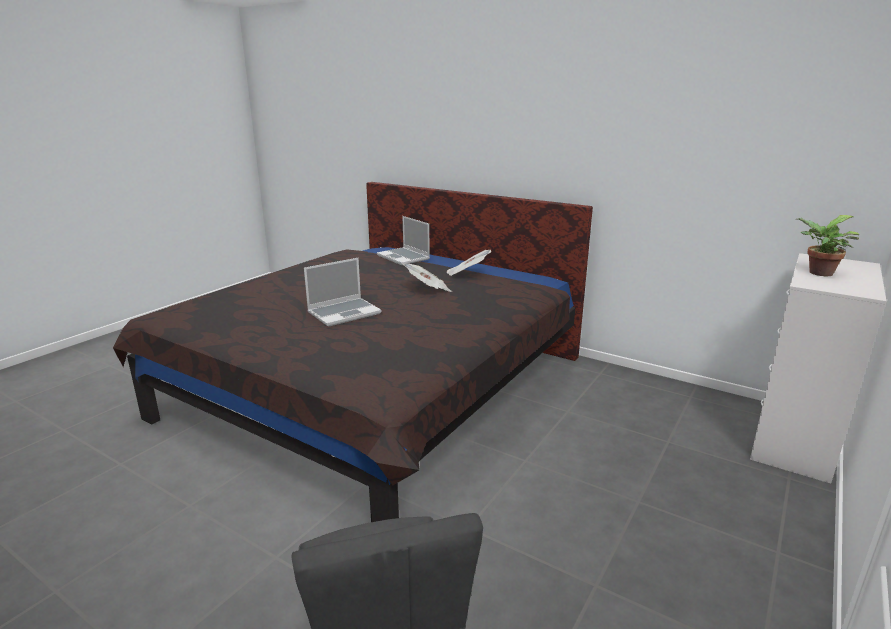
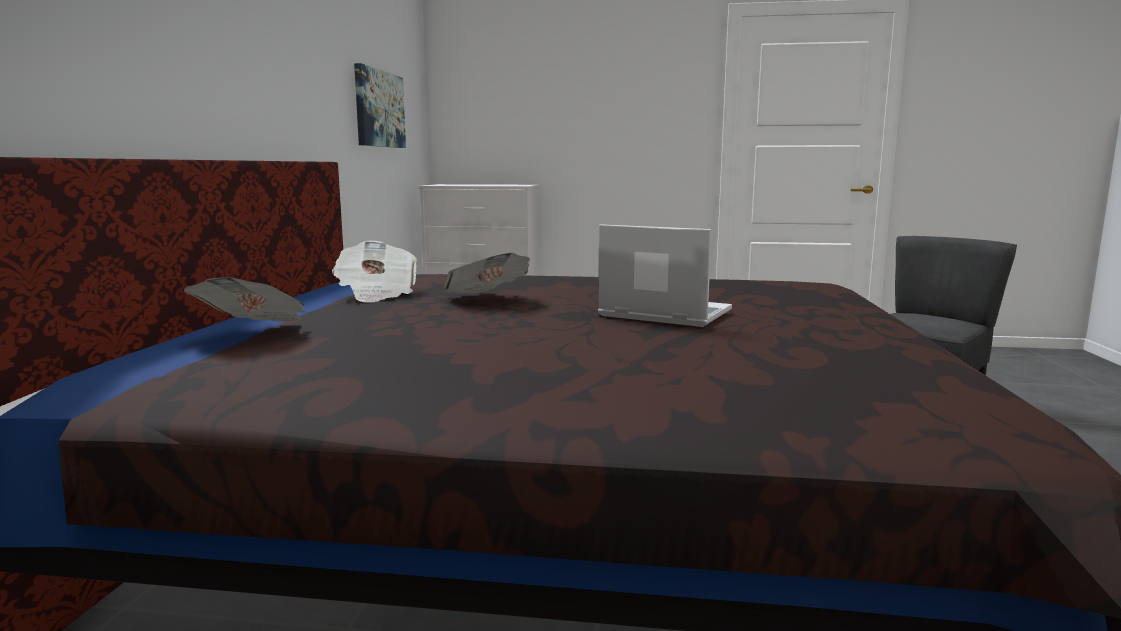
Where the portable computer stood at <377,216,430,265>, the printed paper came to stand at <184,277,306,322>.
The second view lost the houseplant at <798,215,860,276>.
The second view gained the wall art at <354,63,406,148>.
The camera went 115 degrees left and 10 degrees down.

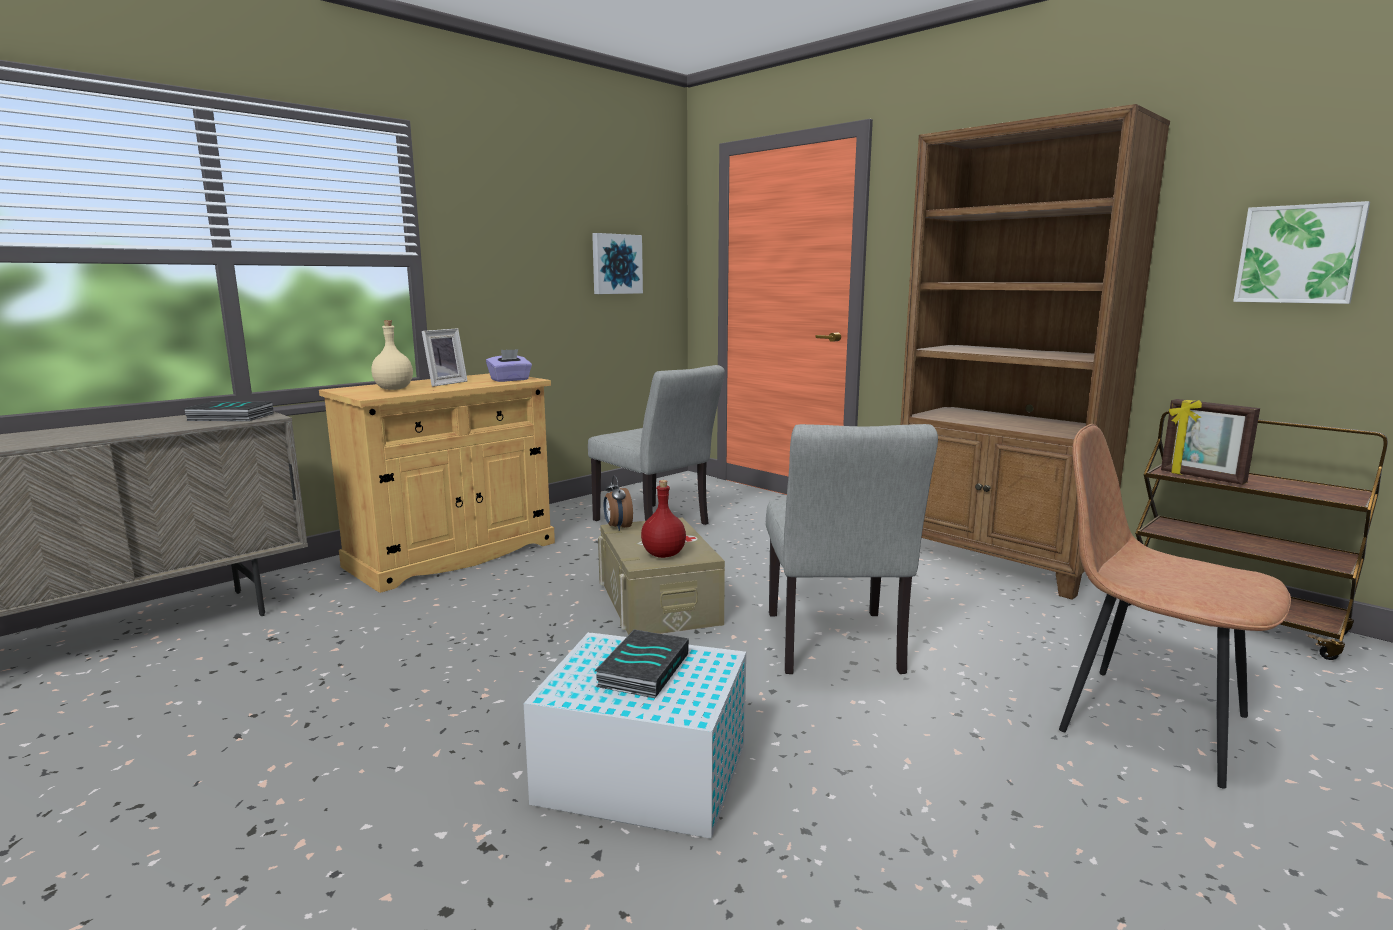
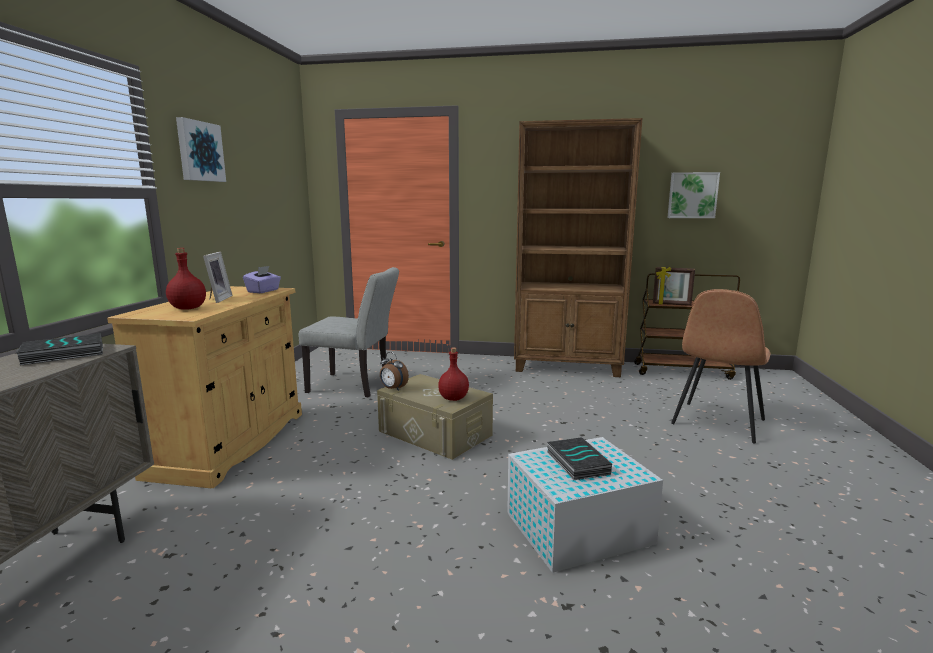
What was the bottle (beige-coloured) at <371,320,413,390> turned into the bottle (reddish) at <166,248,206,310>.
The wall art ended up elsewhere, having gone from <592,233,643,294> to <176,117,226,182>.
The second view lost the upright chair (grey) at <766,424,938,674>.
The upright chair (brown-coloured) at <1059,424,1291,789> ended up facing another way, 60 degrees counterclockwise from before.
The camera went 35 degrees left and 0 degrees up.

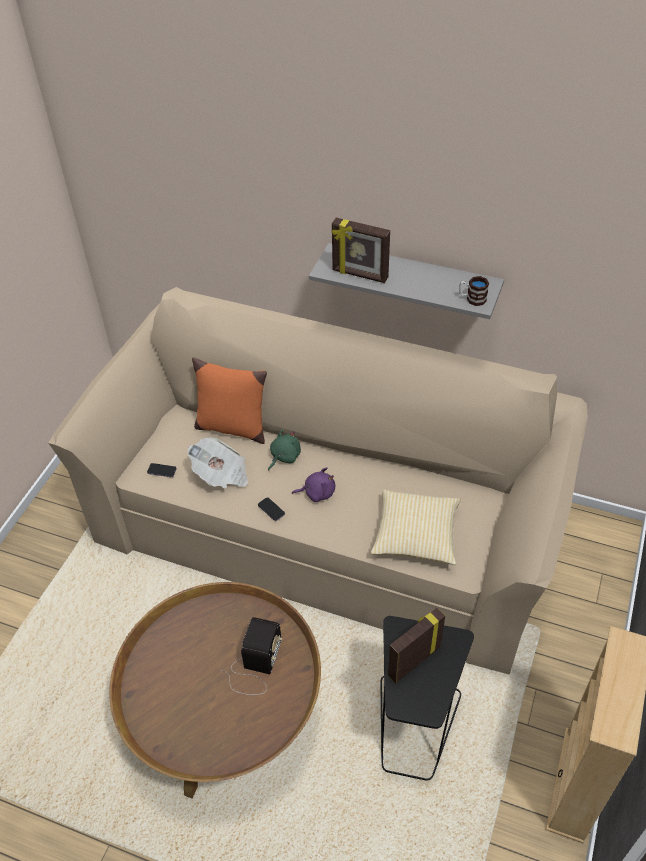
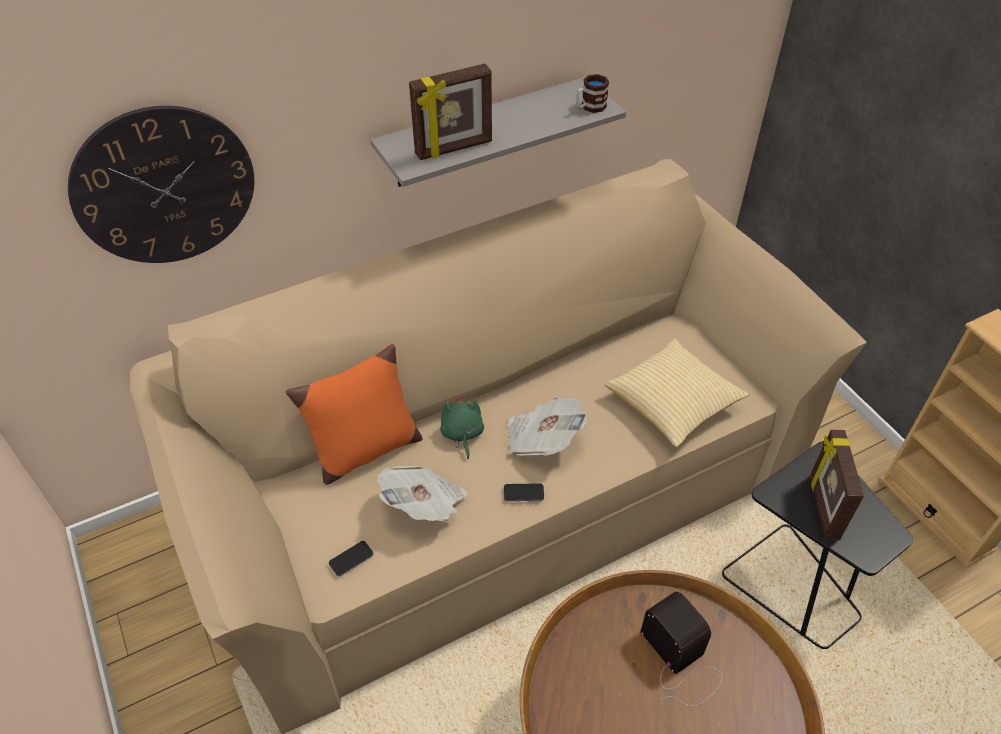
Where the plush toy (purple-coloured) stood at <292,467,335,502>, the printed paper came to stand at <508,397,587,456>.
The second view gained the hanging clock at <68,106,254,263>.
The camera went 50 degrees left and 0 degrees up.

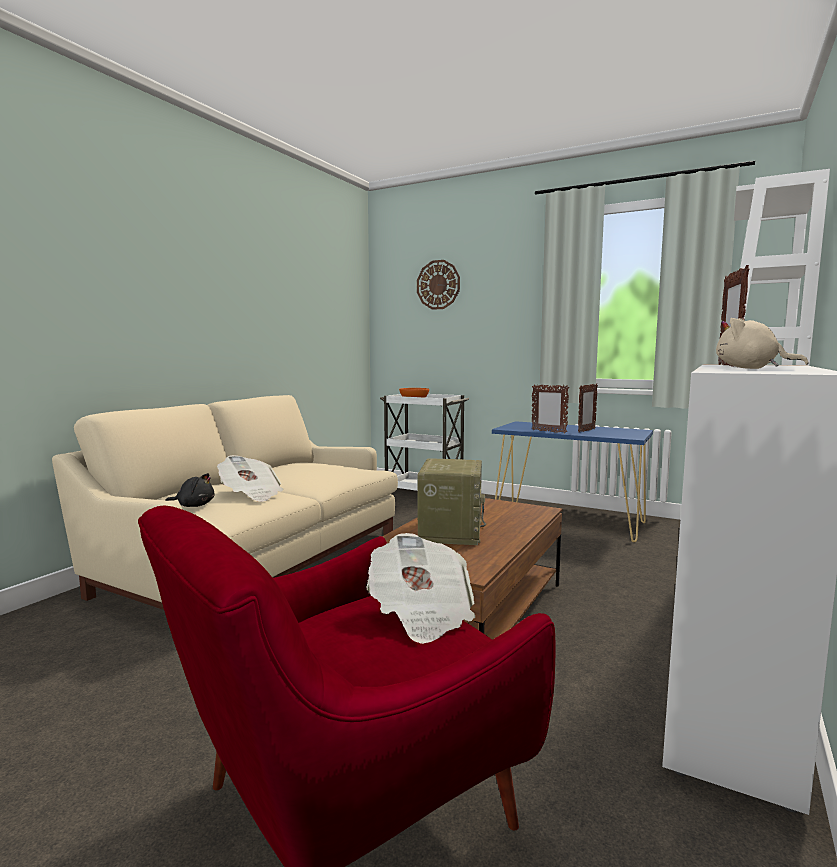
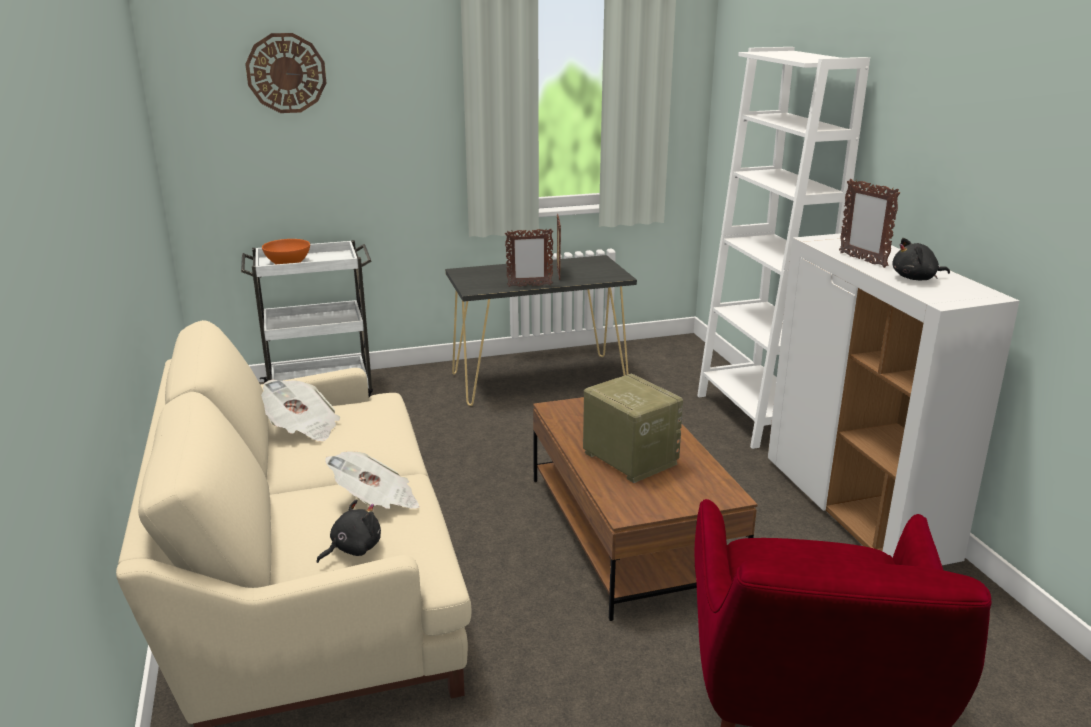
The printed paper ended up elsewhere, having gone from <366,533,475,644> to <261,380,341,441>.
What was the narrow table (blue) at <492,421,653,542> turned into the narrow table (blackish) at <445,255,637,406>.
What was the plush toy (beige-coloured) at <716,318,808,369> turned into the plush toy (blackish) at <893,238,950,280>.
The camera went 45 degrees left and 15 degrees up.

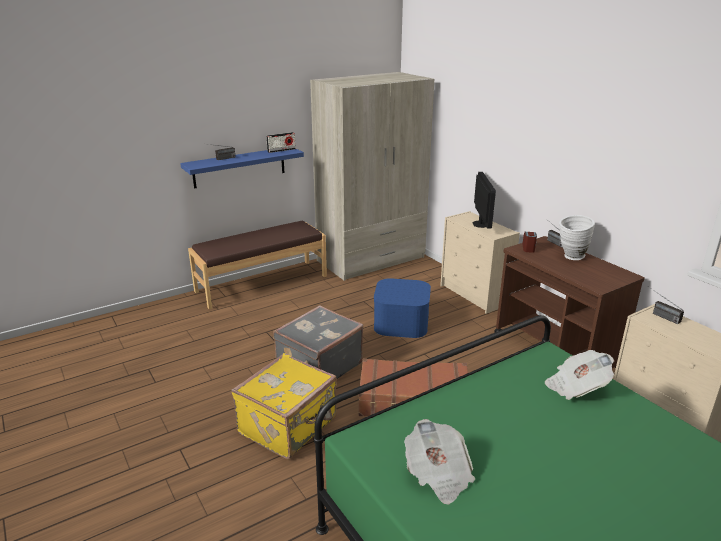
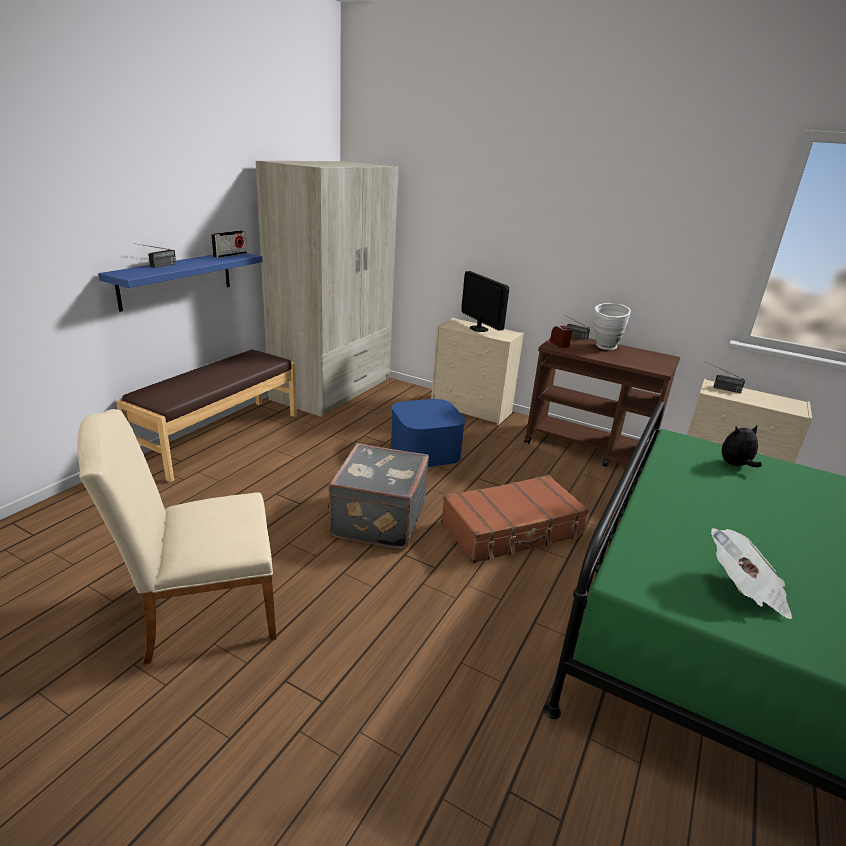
The second view lost the suitcase (yellow-coloured) at <231,353,337,459>.
Where the printed paper stood at <545,350,614,400>, the plush toy came to stand at <721,426,762,468>.
The second view gained the upright chair (beige-coloured) at <77,409,276,664>.
The camera went 30 degrees left and 0 degrees up.

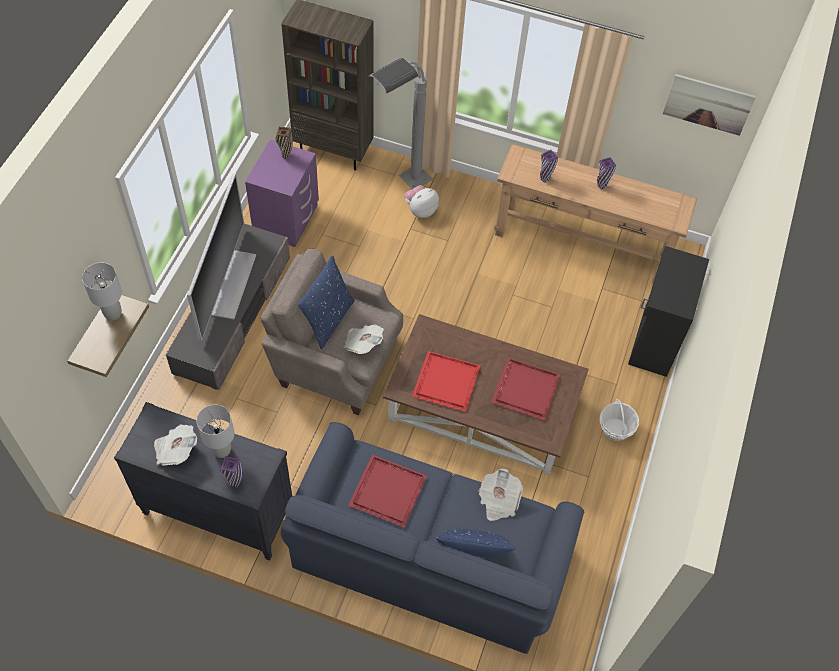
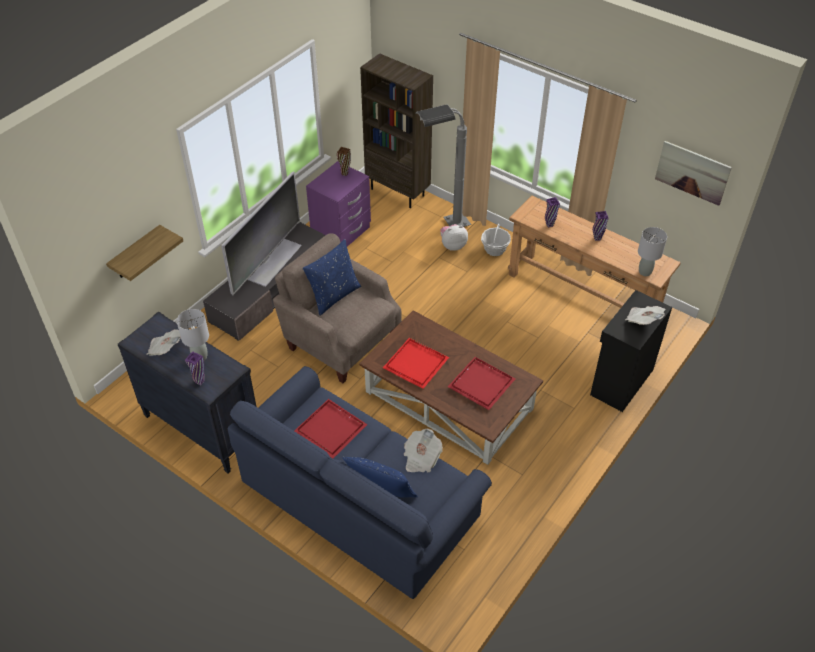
The lamp for a table (grey) ended up elsewhere, having gone from <82,262,122,320> to <638,227,667,276>.
The printed paper ended up elsewhere, having gone from <343,324,384,354> to <625,306,666,325>.
The storage basket ended up elsewhere, having gone from <600,399,639,441> to <481,224,511,256>.
The camera went 20 degrees right and 10 degrees down.

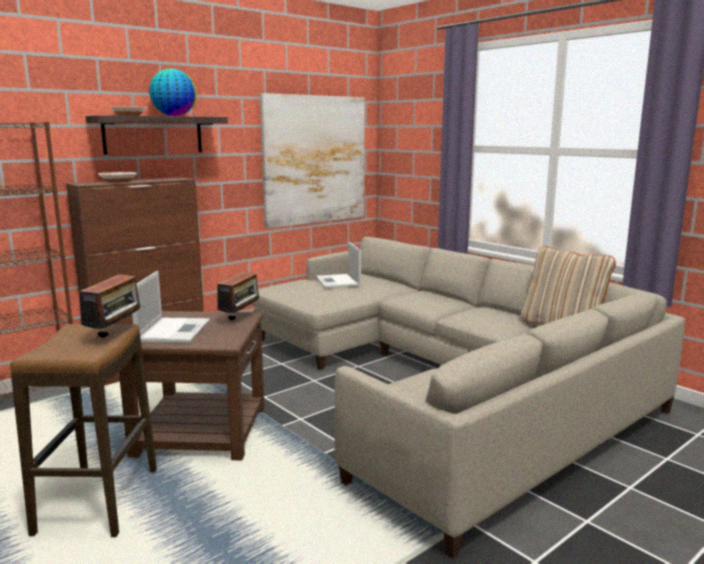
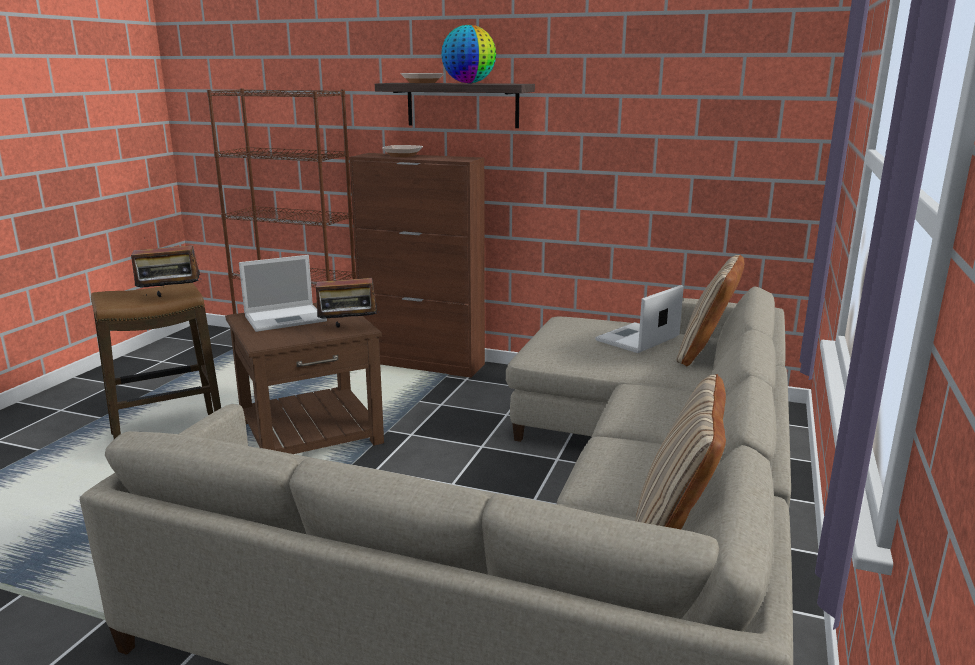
The second view lost the wall art at <260,93,365,228>.
The second view gained the pillow (beige-coloured) at <676,255,744,366>.
The camera went 60 degrees right and 5 degrees up.

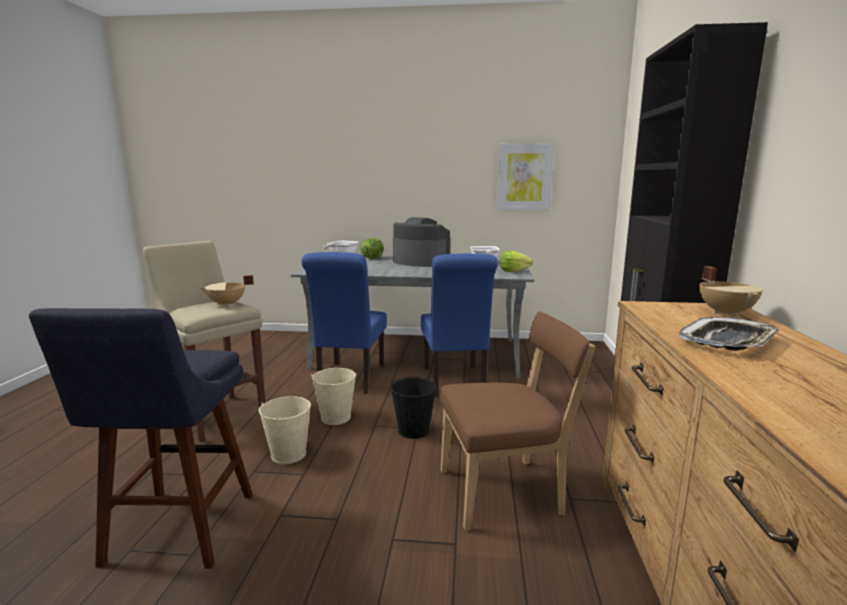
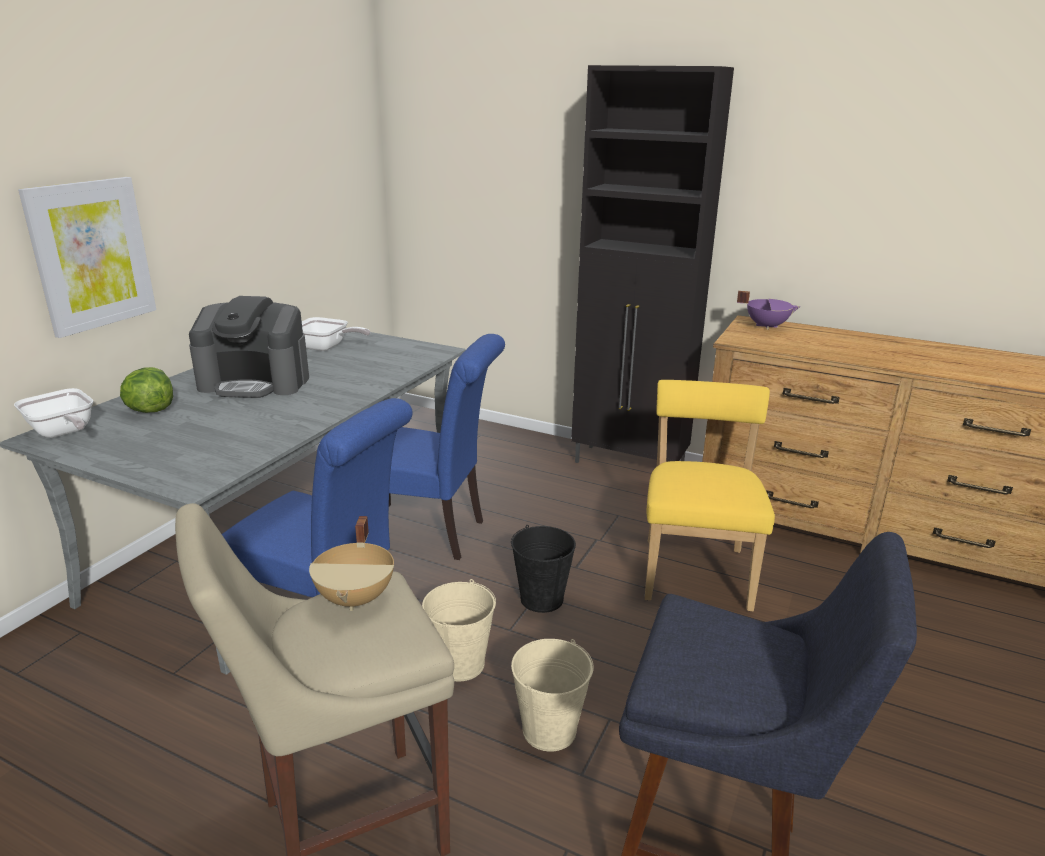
The coffee machine at <393,217,451,267> ended up facing another way, 135 degrees counterclockwise from before.
What was the upright chair (brown-coloured) at <440,312,595,531> turned into the upright chair (yellow-coloured) at <645,380,775,611>.
The wall art ended up elsewhere, having gone from <497,143,554,210> to <18,177,156,338>.
The second view lost the lettuce at <500,251,533,272>.
The second view lost the serving tray at <679,317,779,351>.
What was the stockpot (beige-coloured) at <699,266,763,317> turned into the stockpot (purple-coloured) at <737,291,800,330>.
The camera went 70 degrees left and 10 degrees up.

